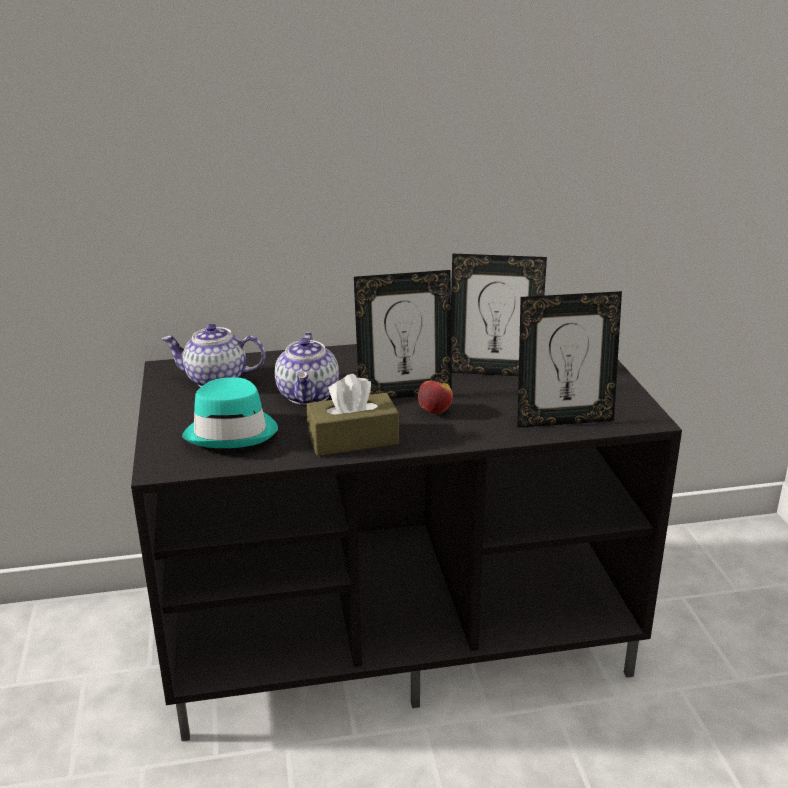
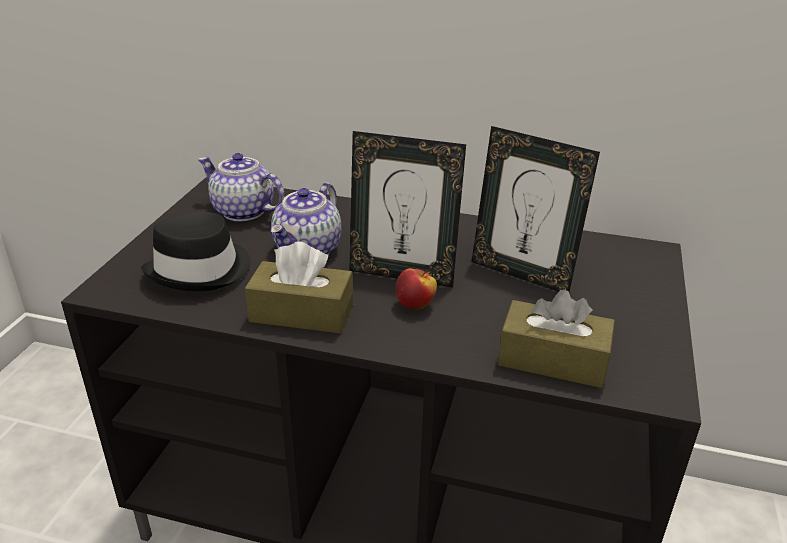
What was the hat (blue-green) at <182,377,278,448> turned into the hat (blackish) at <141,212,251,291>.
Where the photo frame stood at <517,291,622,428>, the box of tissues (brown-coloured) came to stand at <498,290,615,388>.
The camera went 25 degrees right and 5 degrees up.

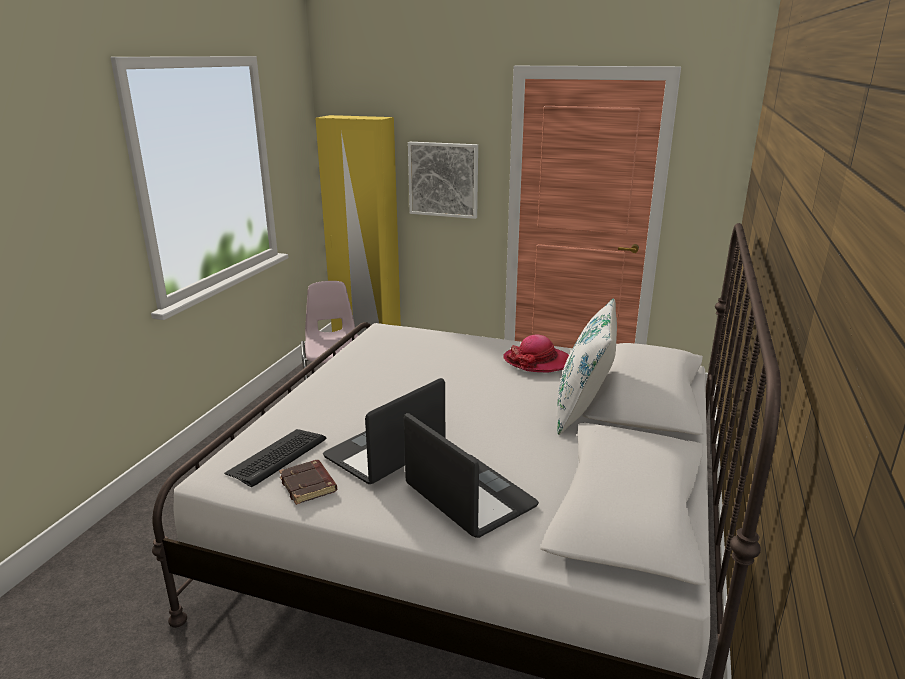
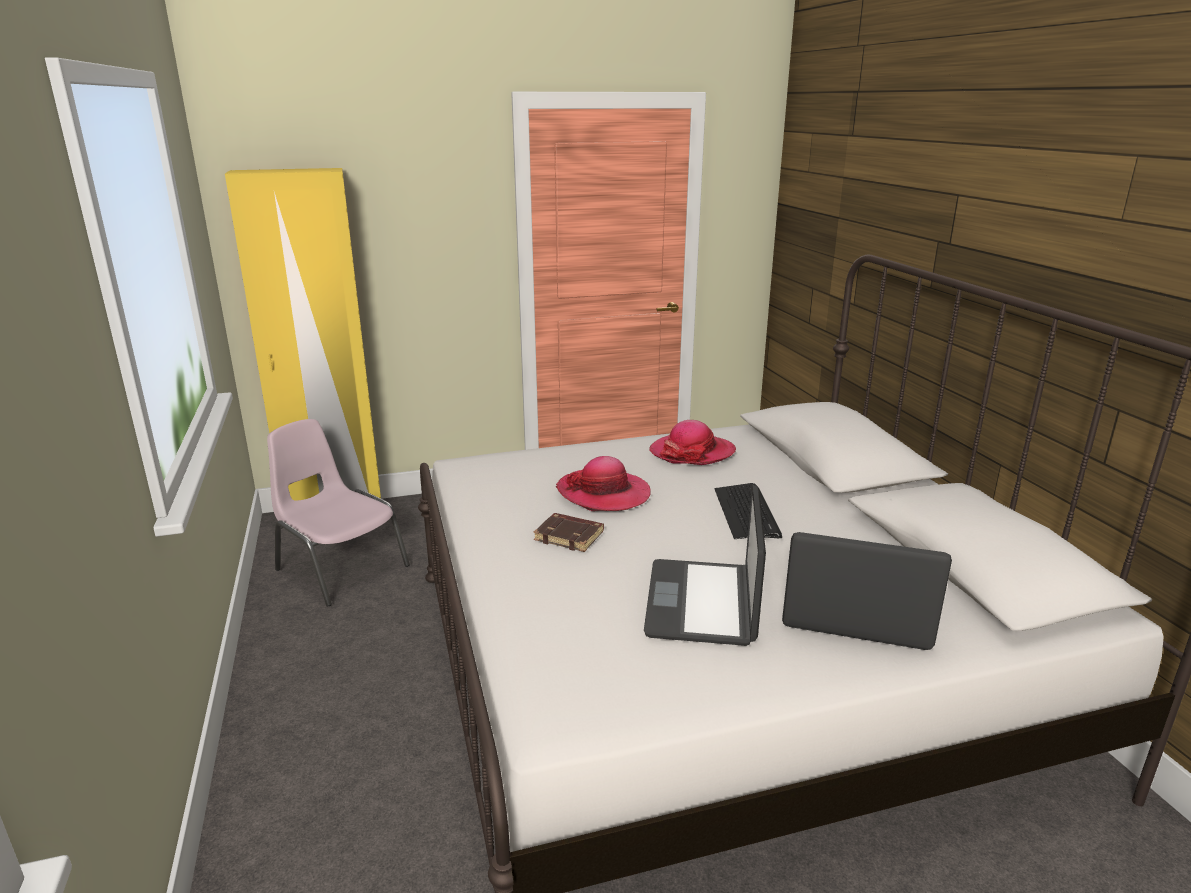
The PC keyboard ended up elsewhere, having gone from <225,429,327,487> to <715,483,782,539>.
The bound book (brown-coloured) ended up elsewhere, having gone from <279,460,337,505> to <534,513,604,552>.
The second view lost the wall art at <408,142,478,219>.
The second view lost the pillow (white-coloured) at <557,299,617,435>.
The second view gained the hat at <556,456,651,511>.
The camera went 35 degrees left and 0 degrees up.

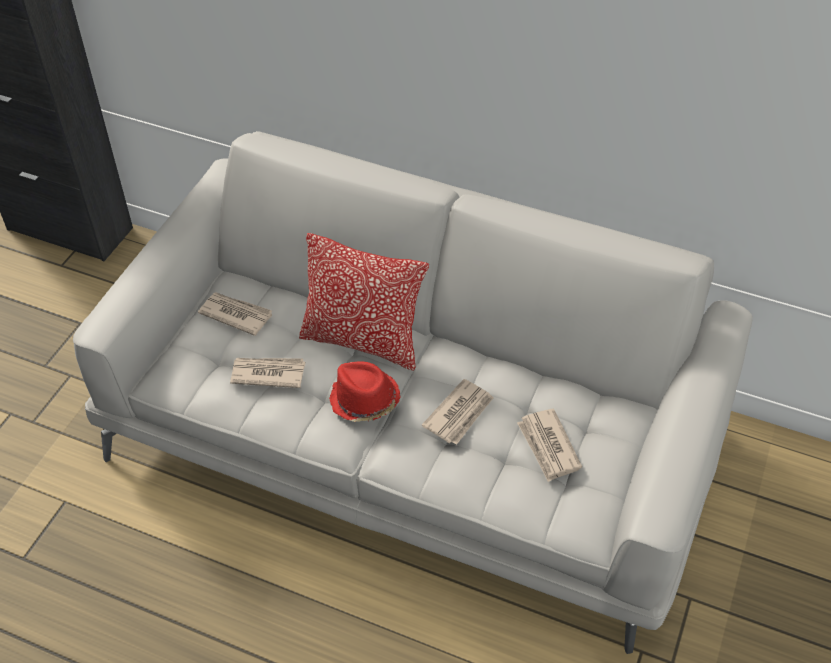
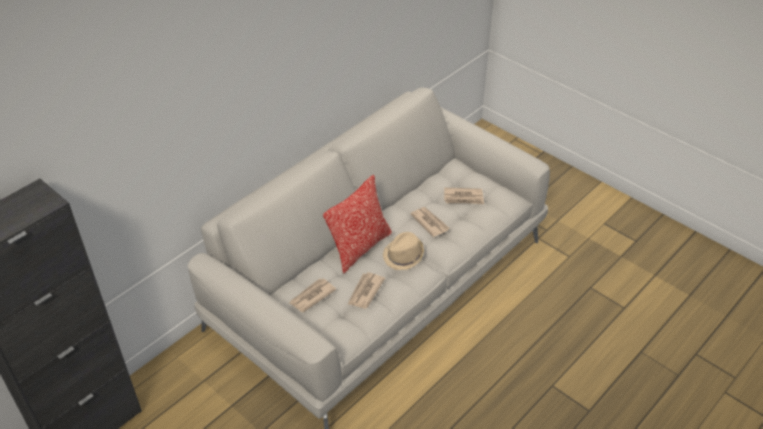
What was the hat (reddish) at <329,361,401,422> turned into the hat (beige-coloured) at <383,232,424,270>.
The camera went 70 degrees left and 5 degrees down.

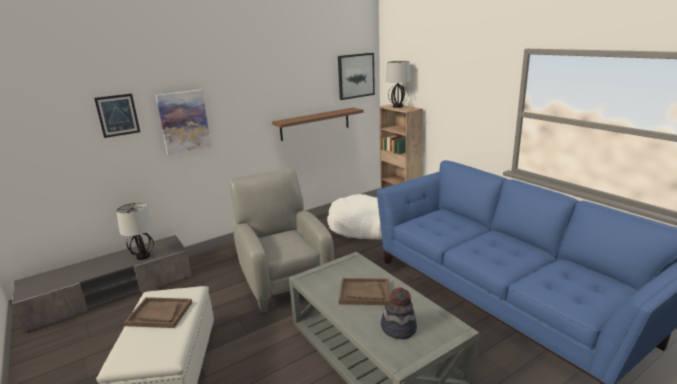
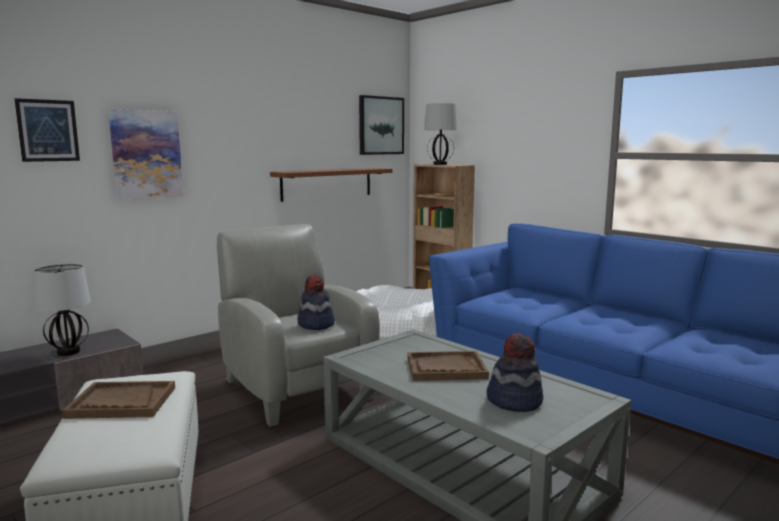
The second view gained the hat at <297,274,335,330>.
The camera went 10 degrees left and 10 degrees down.

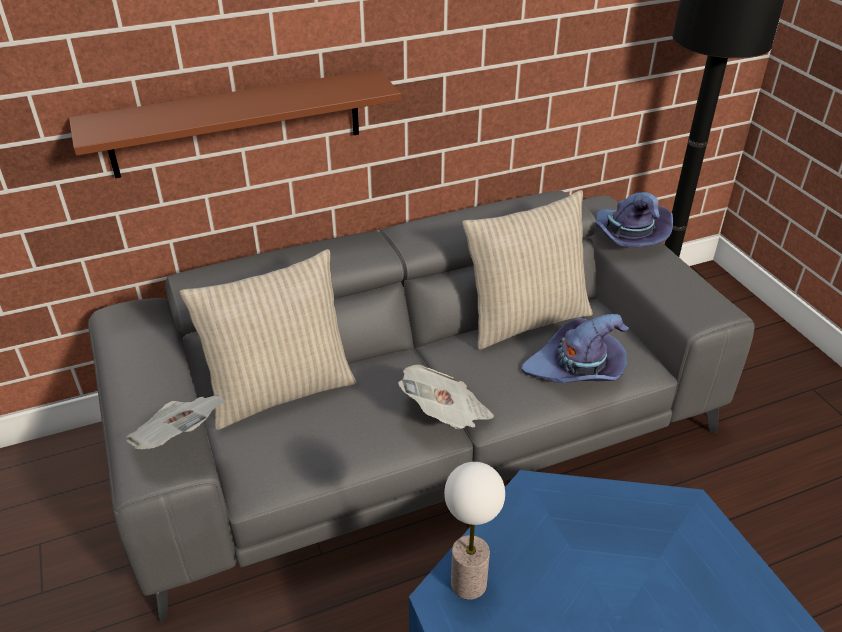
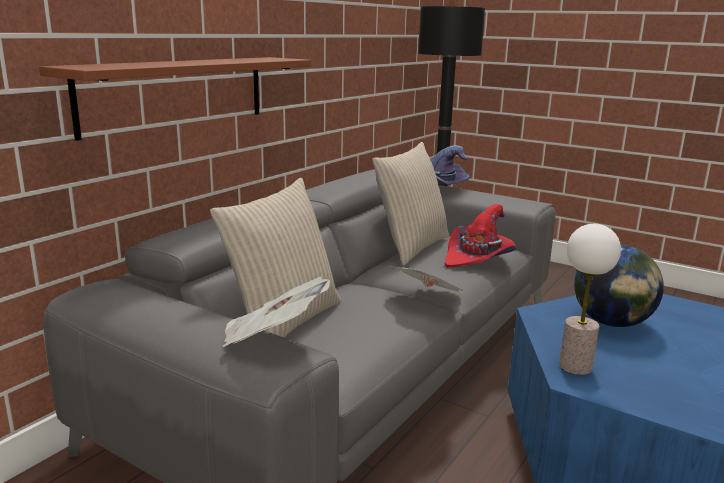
What was the hat (purple-coloured) at <522,314,629,383> turned into the hat (reddish) at <445,204,516,268>.
The second view gained the desk globe at <574,244,664,327>.
The camera went 35 degrees left and 20 degrees down.

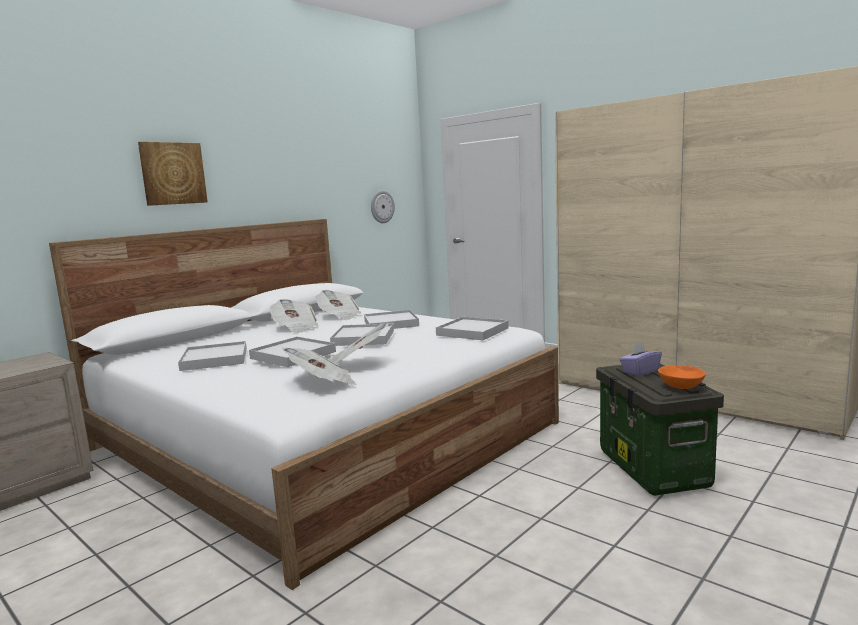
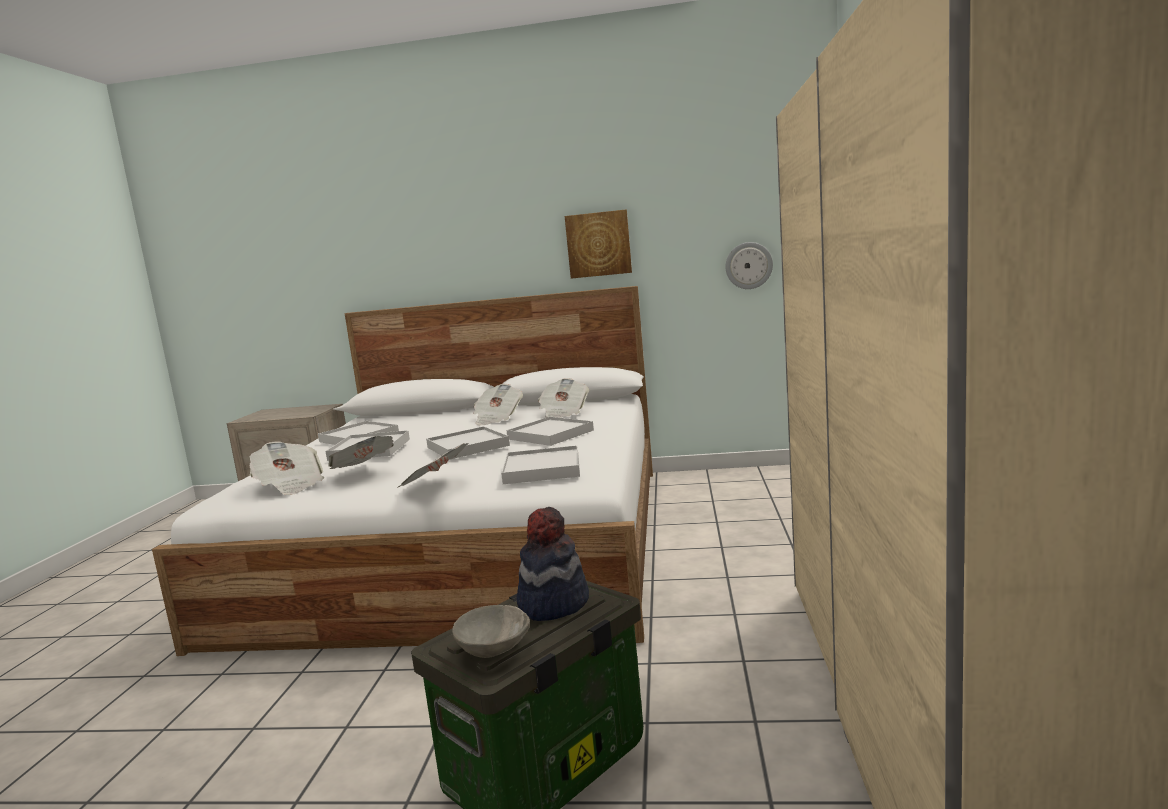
The wall art ended up elsewhere, having gone from <138,142,208,206> to <565,209,632,279>.
Where the box of tissues (purple-coloured) stood at <620,342,662,376>, the hat came to stand at <517,507,589,621>.
What was the serving bowl (orange-coloured) at <658,366,706,389> turned into the serving bowl (grey) at <452,605,530,658>.
The second view gained the printed paper at <397,443,468,488>.
The camera went 55 degrees right and 0 degrees up.

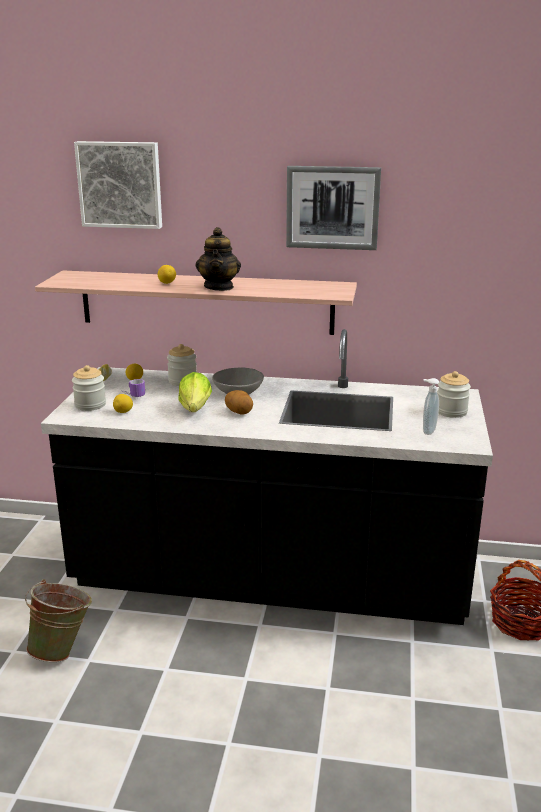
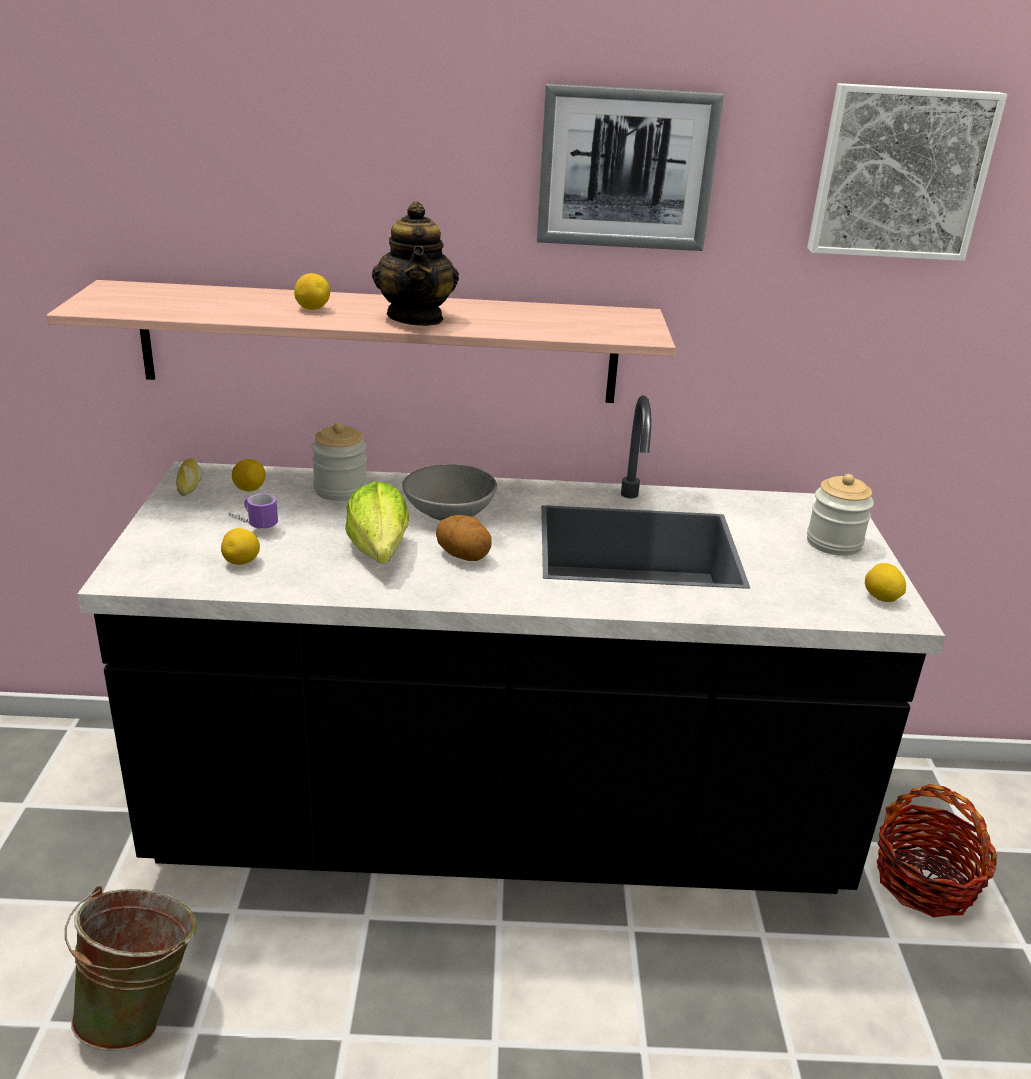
The second view lost the jar at <72,365,106,411>.
The wall art ended up elsewhere, having gone from <74,141,162,229> to <807,83,1007,261>.
The second view lost the liquid soap bottle at <423,378,439,435>.
The second view gained the whole lemon at <865,563,906,602>.
The camera went 10 degrees left and 5 degrees up.

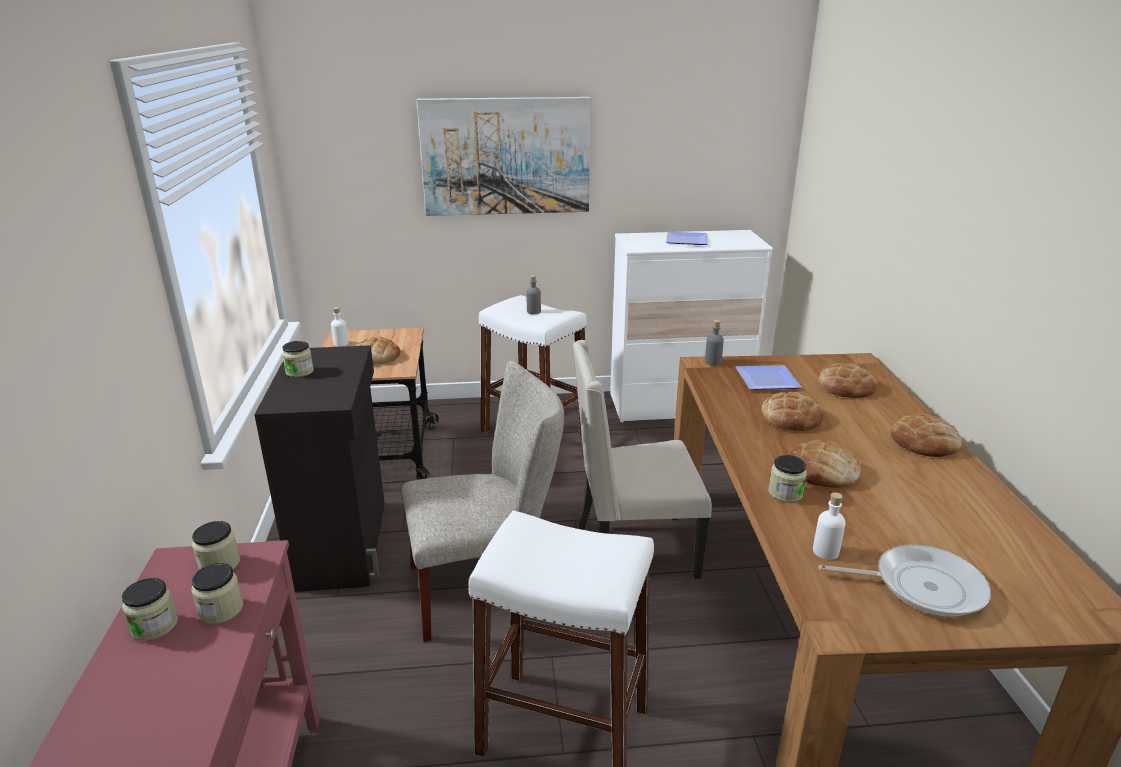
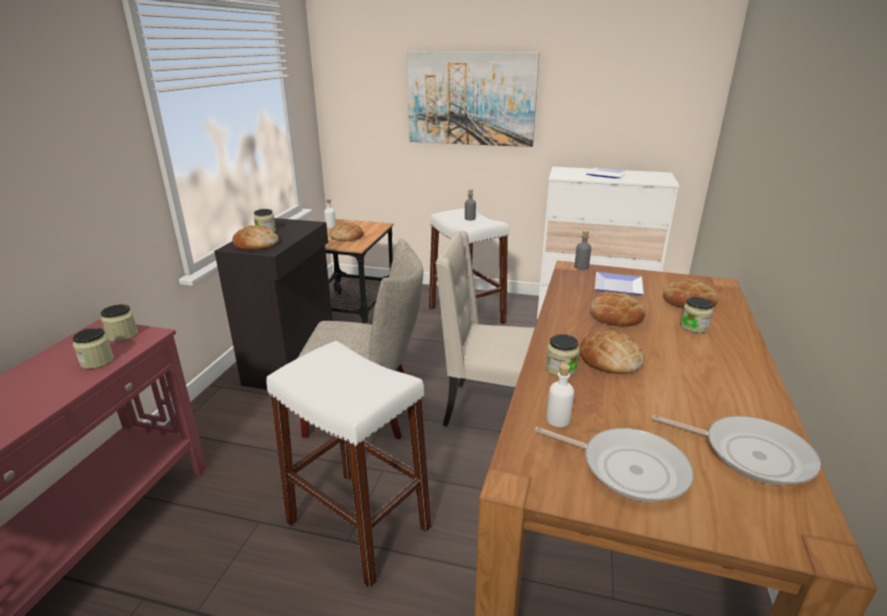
The jar ended up elsewhere, having gone from <122,578,178,641> to <680,297,714,333>.
The bakery bread ended up elsewhere, having gone from <890,413,962,457> to <233,225,279,250>.
The second view gained the pan at <652,415,821,485>.
The camera went 20 degrees right and 0 degrees up.

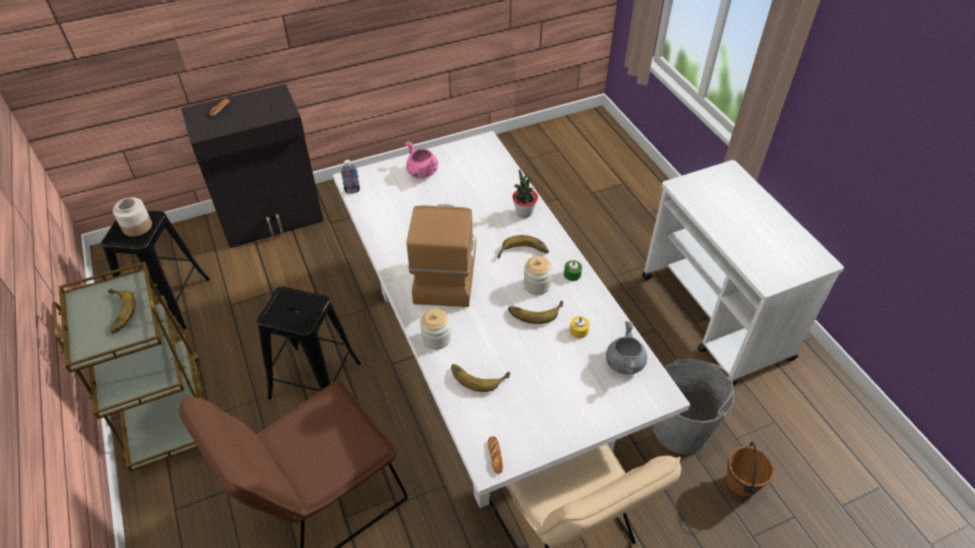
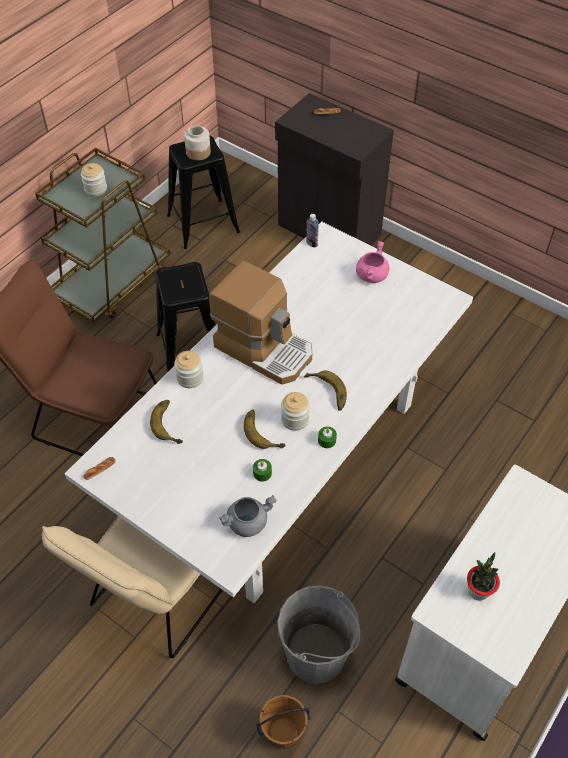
Where the banana fruit stood at <108,288,136,334>, the jar came to stand at <81,163,107,197>.
The coffee machine at <406,204,476,307> ended up facing another way, 60 degrees clockwise from before.
The houseplant ended up elsewhere, having gone from <513,169,538,218> to <467,552,500,601>.
What was the wax light (yellow-coloured) at <570,316,589,339> turned into the wax light (greenish) at <253,459,272,481>.
The camera went 60 degrees right and 5 degrees up.

